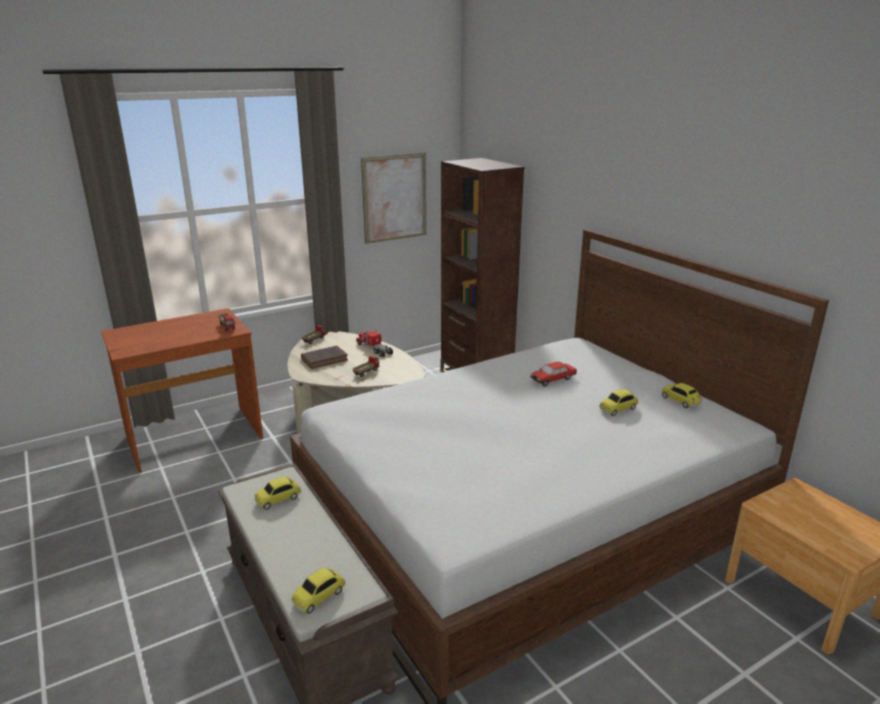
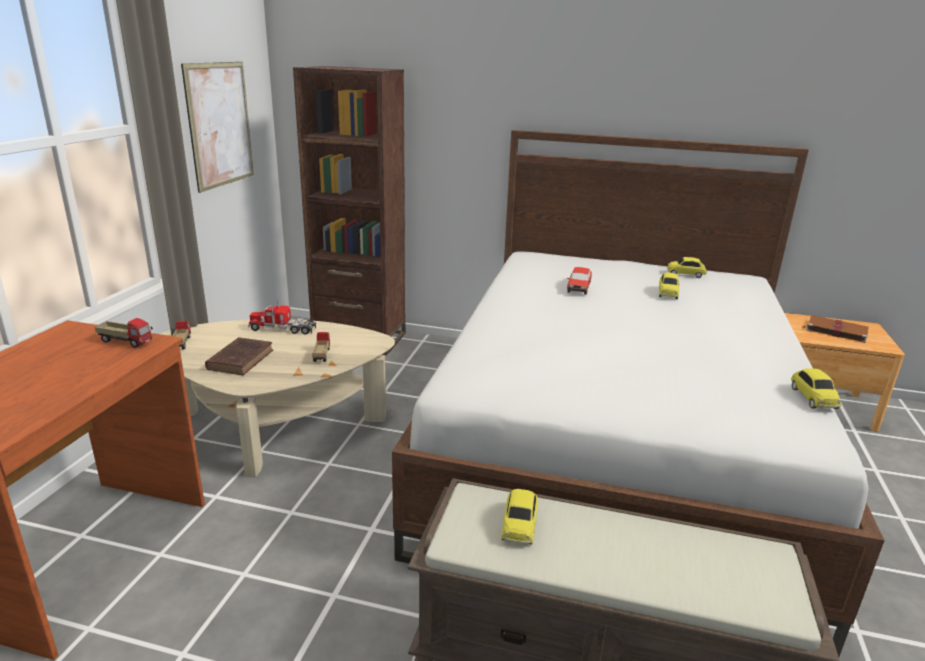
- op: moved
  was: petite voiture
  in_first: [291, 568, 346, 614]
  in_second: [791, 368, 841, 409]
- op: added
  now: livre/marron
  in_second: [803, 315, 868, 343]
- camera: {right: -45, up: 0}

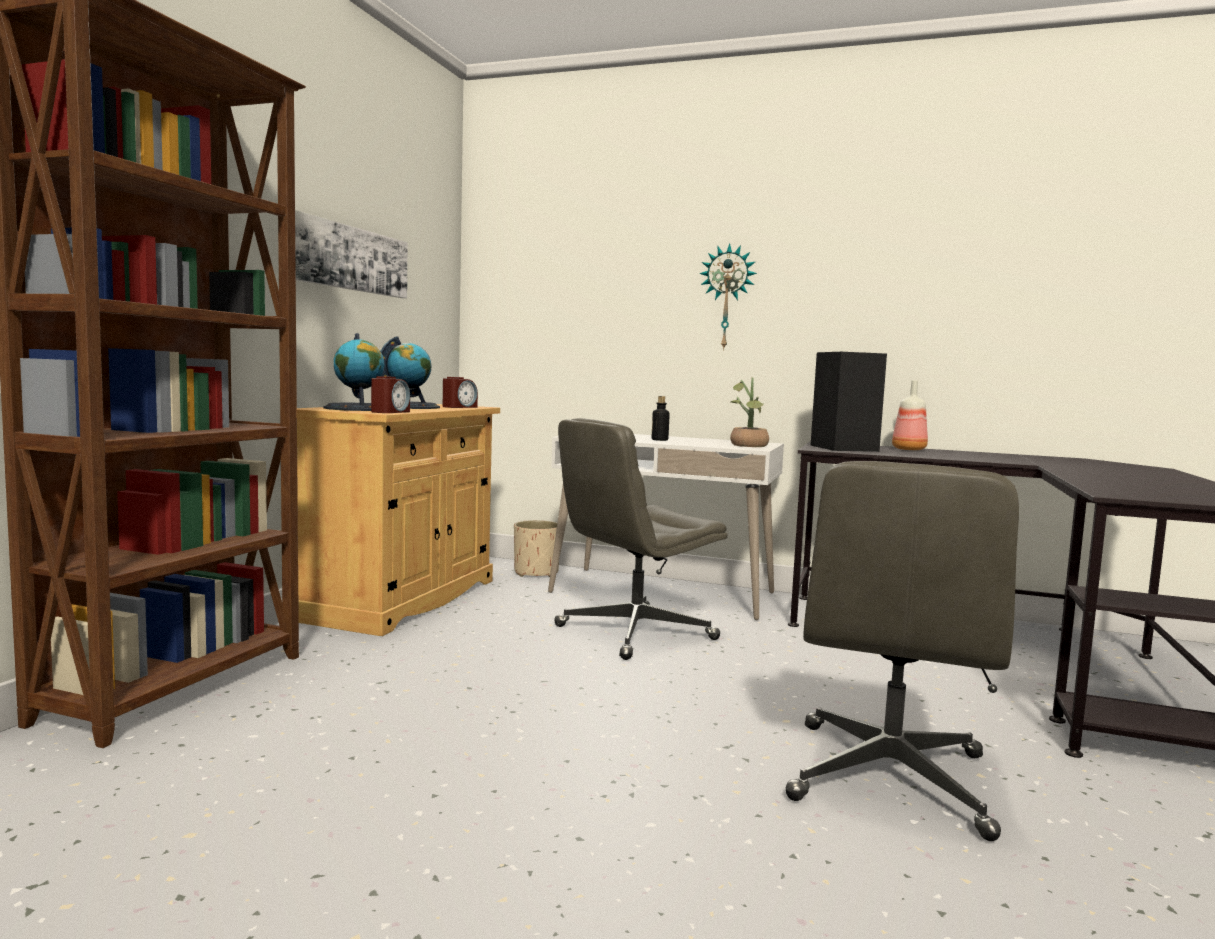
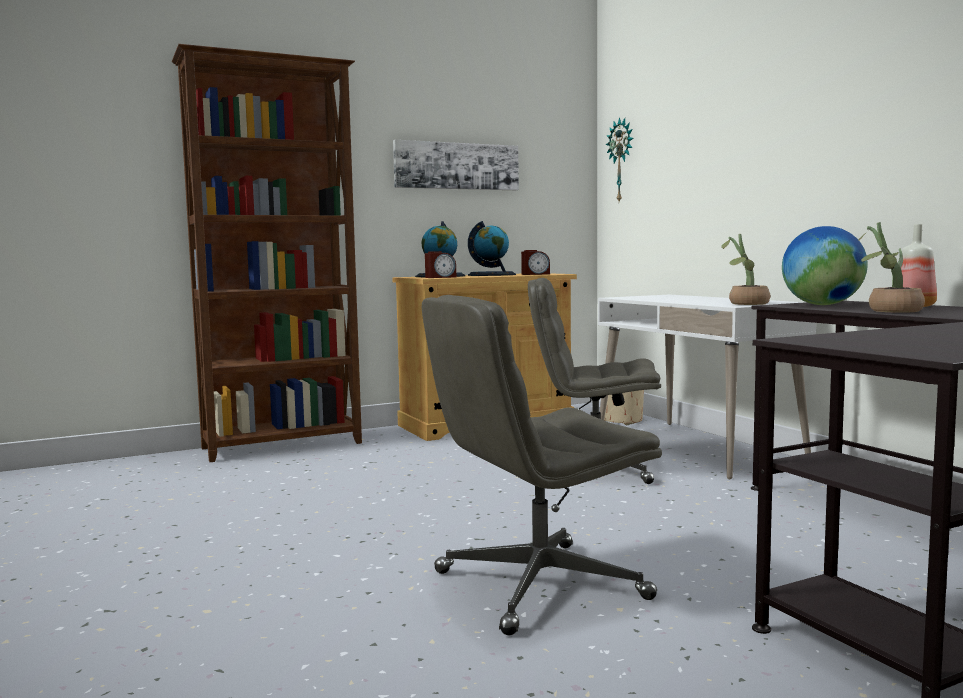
- op: removed
  was: bouteille
  in_first: [652, 396, 670, 441]
- op: moved
  was: horloge murale
  in_first: [699, 243, 757, 350]
  in_second: [606, 117, 634, 202]
- op: replaced
  was: enceinte/noir
  now: globe
  in_first: [811, 352, 887, 452]
  in_second: [782, 226, 868, 305]
- op: added
  now: plante en pot
  in_second: [858, 222, 925, 313]
- camera: {right: 45, up: 0}

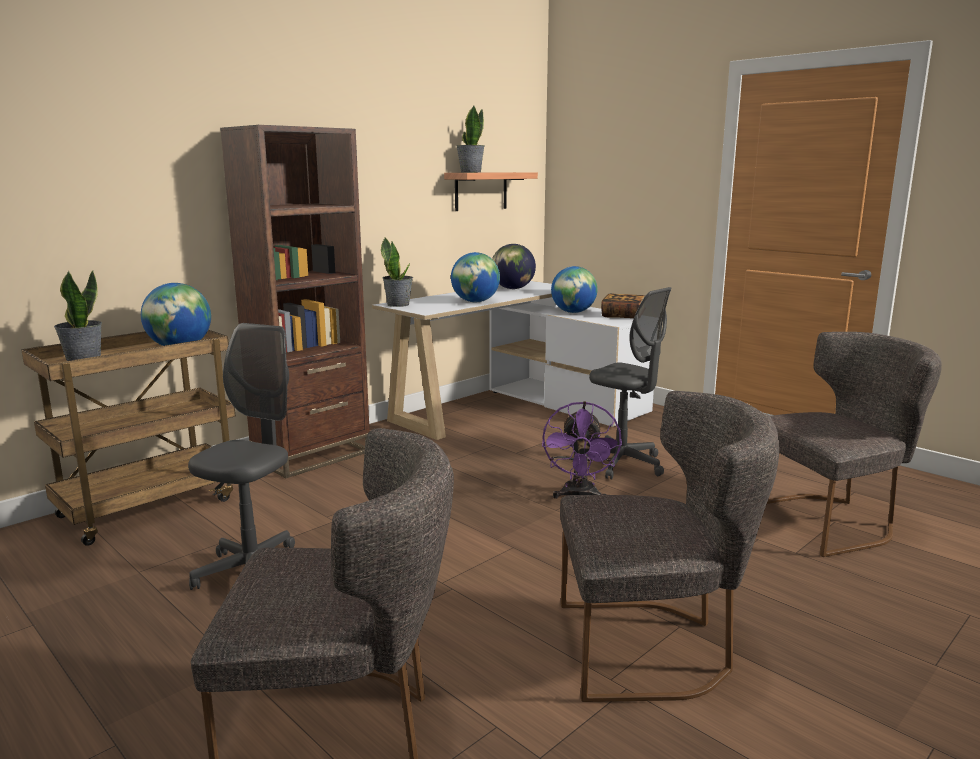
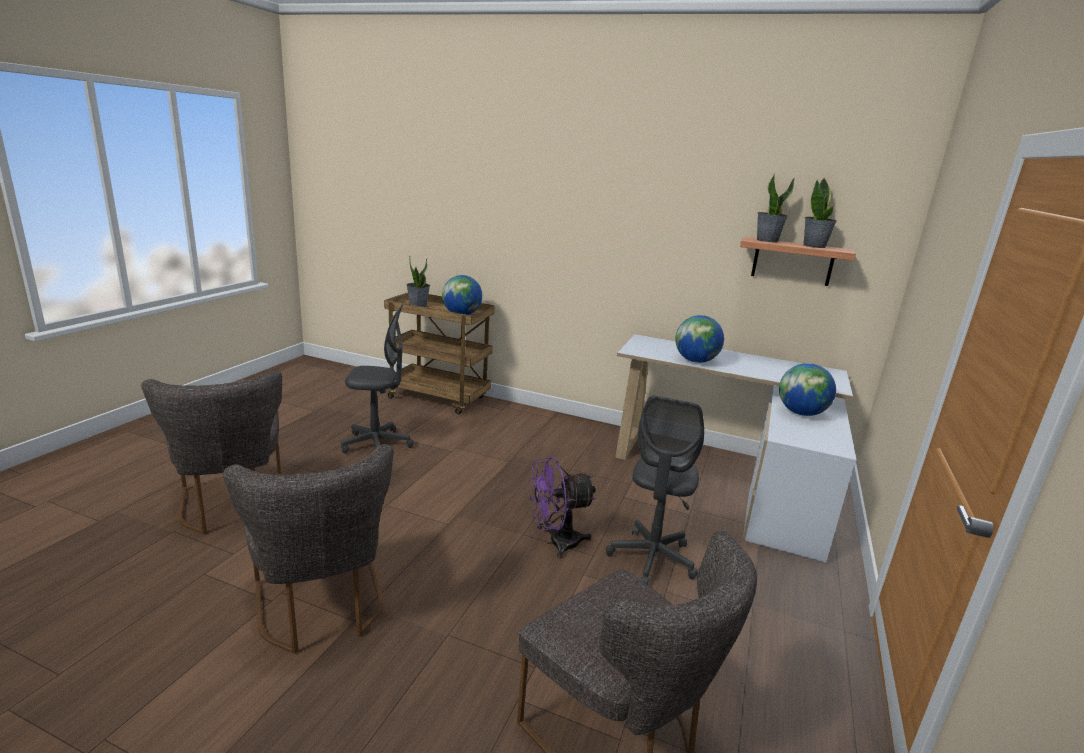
- op: removed
  was: bibliothèque/marron
  in_first: [220, 125, 370, 478]
- op: moved
  was: plante en pot
  in_first: [381, 237, 413, 307]
  in_second: [803, 178, 837, 248]
- op: removed
  was: globe
  in_first: [492, 244, 536, 289]
- op: removed
  was: livre
  in_first: [601, 293, 645, 318]
- camera: {right: 65, up: 5}

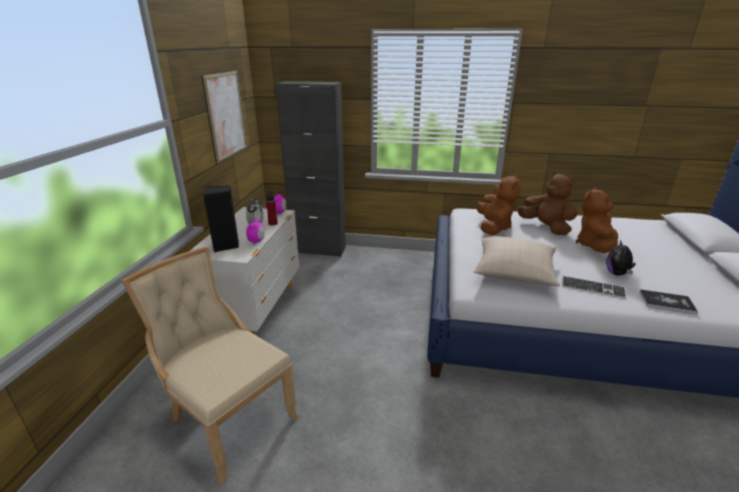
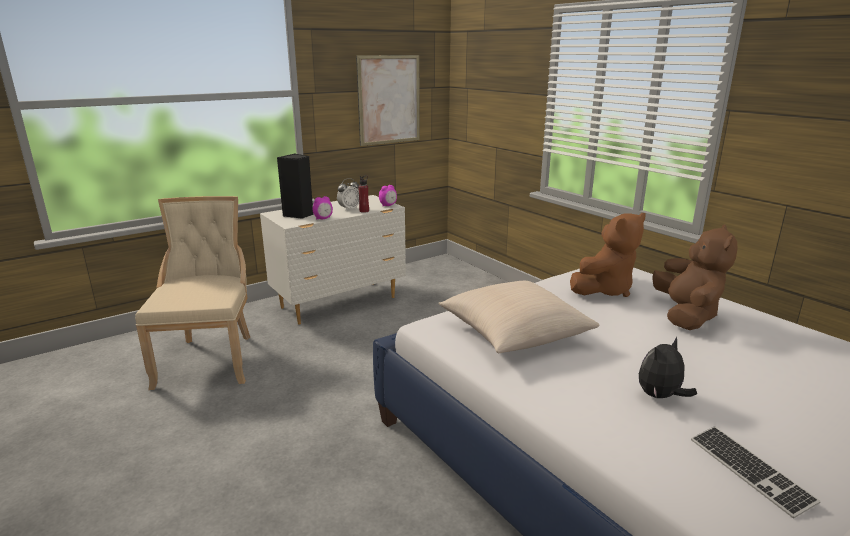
- op: removed
  was: meuble de rangement/noir
  in_first: [276, 81, 346, 257]
- op: moved
  was: clavier
  in_first: [562, 276, 626, 299]
  in_second: [691, 426, 821, 518]
- op: removed
  was: peluche/marron
  in_first: [575, 187, 618, 253]
- op: removed
  was: livre
  in_first: [640, 289, 698, 314]
- camera: {right: 45, up: -5}

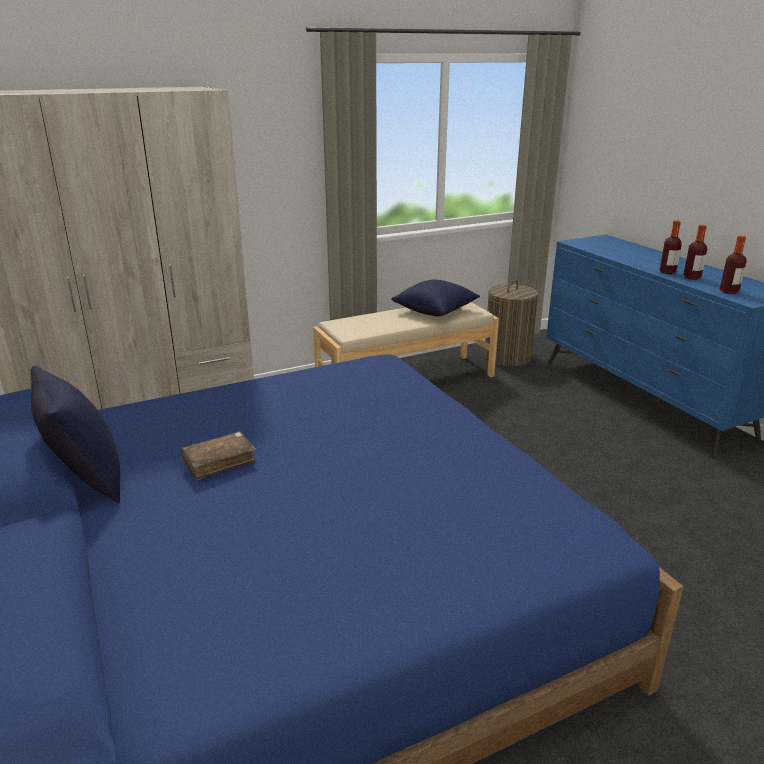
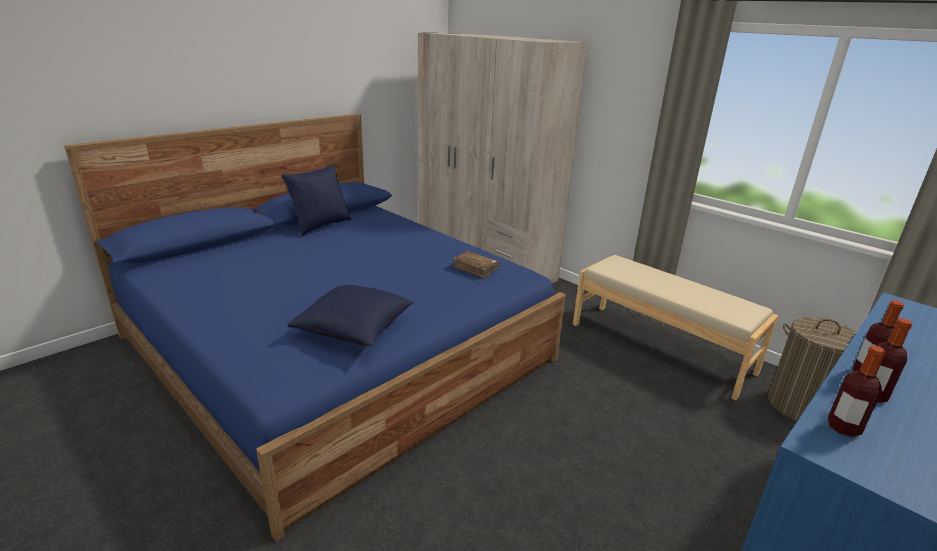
- op: moved
  was: livre/marron
  in_first: [181, 431, 256, 481]
  in_second: [452, 251, 499, 279]
- op: moved
  was: coussin/bleu
  in_first: [391, 280, 480, 316]
  in_second: [287, 285, 414, 346]
- camera: {right: 70, up: 0}

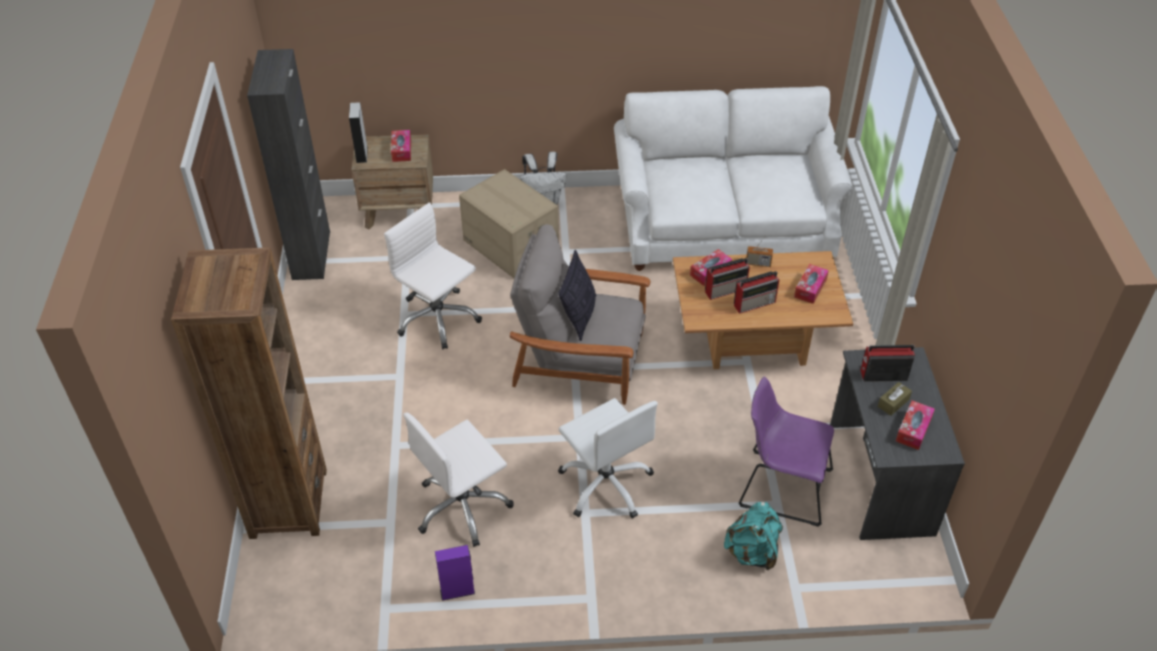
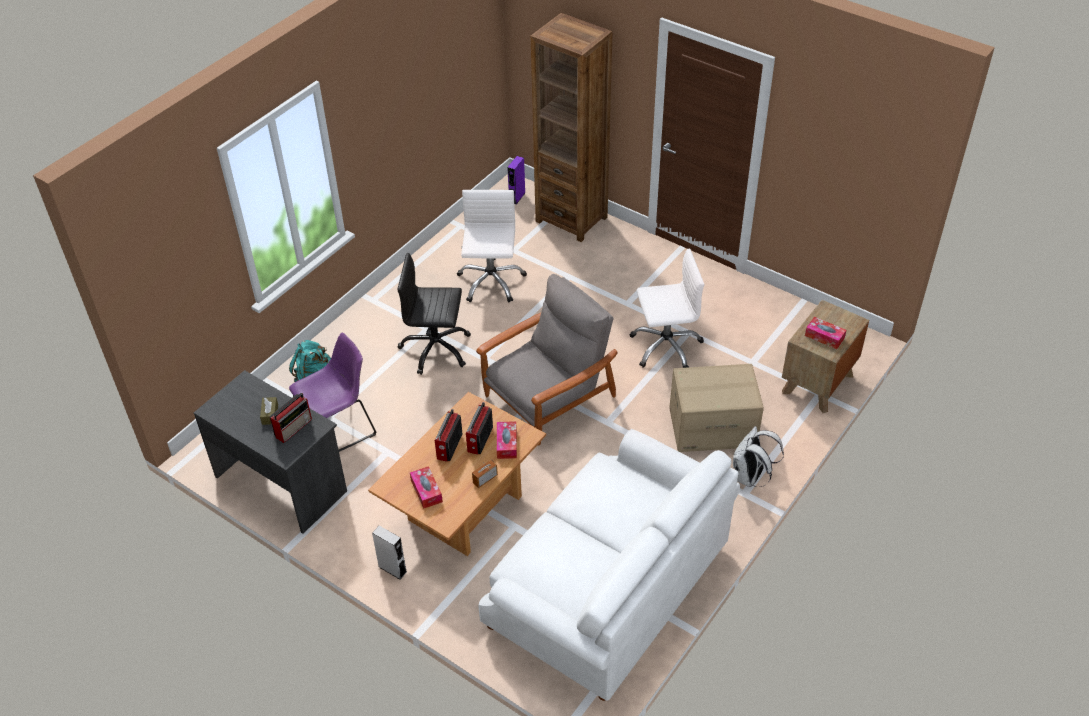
- op: removed
  was: meuble de rangement/noir
  in_first: [247, 49, 330, 280]
- op: moved
  was: enceinte/gris
  in_first: [349, 102, 368, 163]
  in_second: [372, 526, 407, 579]
- op: moved
  was: enceinte/violet
  in_first: [435, 545, 475, 601]
  in_second: [507, 156, 525, 205]
- op: removed
  was: coussin
  in_first: [558, 250, 597, 341]
- op: recoloured
  was: chaise de bureau/blanc
  now: chaise de bureau/noir
  in_first: [558, 398, 658, 518]
  in_second: [397, 253, 471, 375]
- op: removed
  was: boîte à mouchoirs
  in_first: [896, 400, 935, 450]
- camera: {right: 130, up: 0}

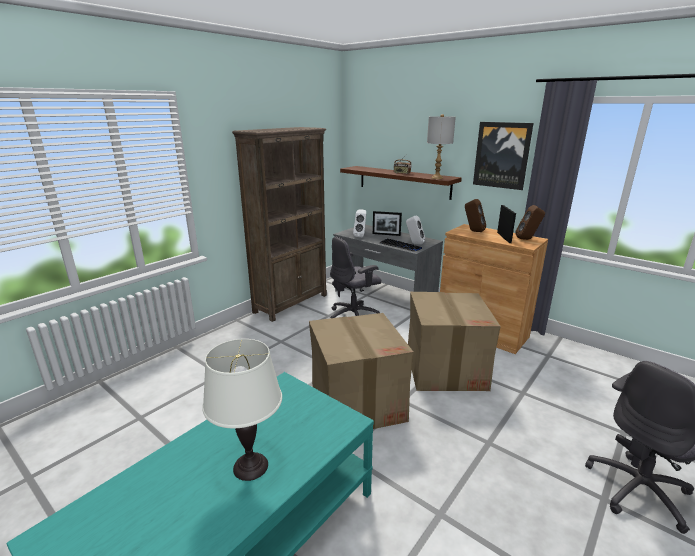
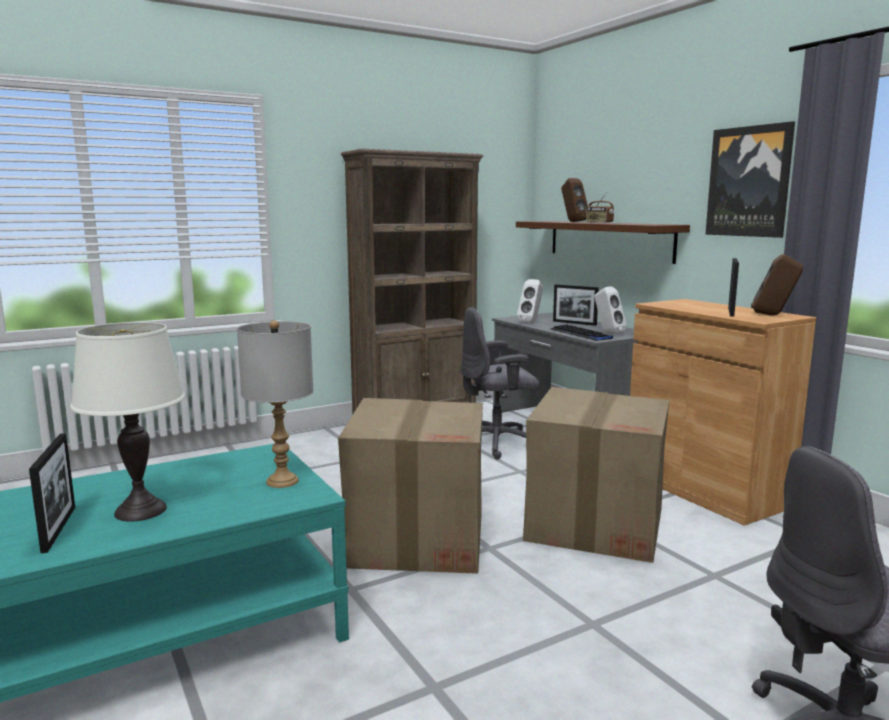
- op: moved
  was: lampe de table/gris
  in_first: [427, 114, 456, 179]
  in_second: [237, 320, 314, 488]
- op: moved
  was: enceinte/marron
  in_first: [465, 199, 486, 232]
  in_second: [561, 178, 588, 222]
- op: added
  now: cadre photo
  in_second: [29, 433, 75, 553]
- camera: {right: 20, up: -10}

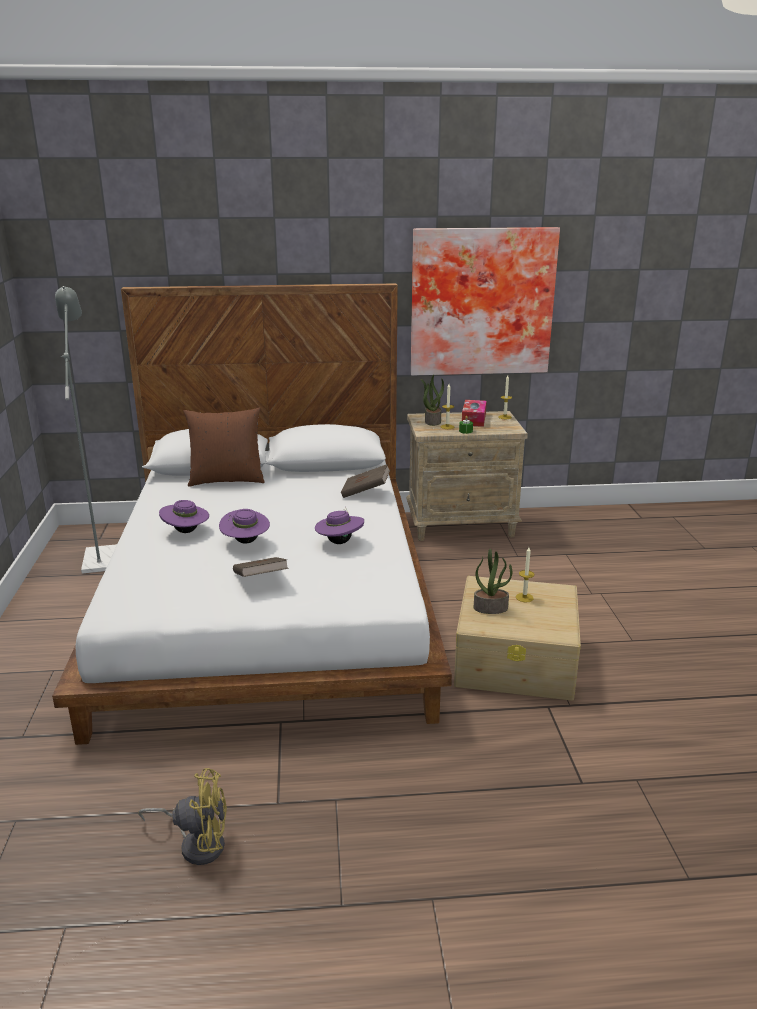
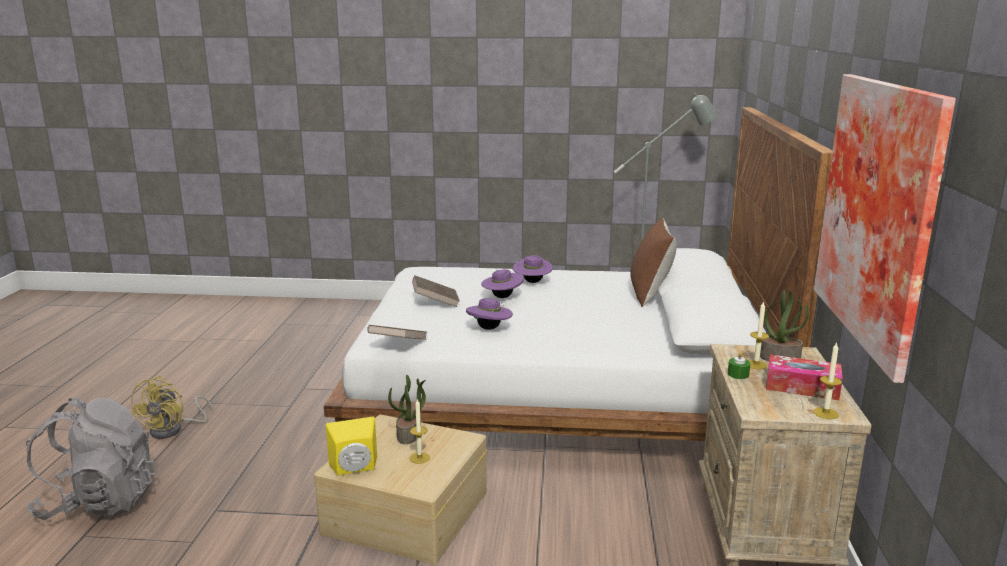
- op: moved
  was: ventilateur/jaune
  in_first: [138, 768, 227, 865]
  in_second: [131, 376, 213, 439]
- op: moved
  was: livre/marron
  in_first: [341, 464, 390, 498]
  in_second: [367, 325, 427, 340]
- op: added
  now: sac à dos/gris
  in_second: [26, 398, 157, 520]
- op: added
  now: enceinte/jaune
  in_second: [326, 417, 377, 476]
- camera: {right: 100, up: -5}

